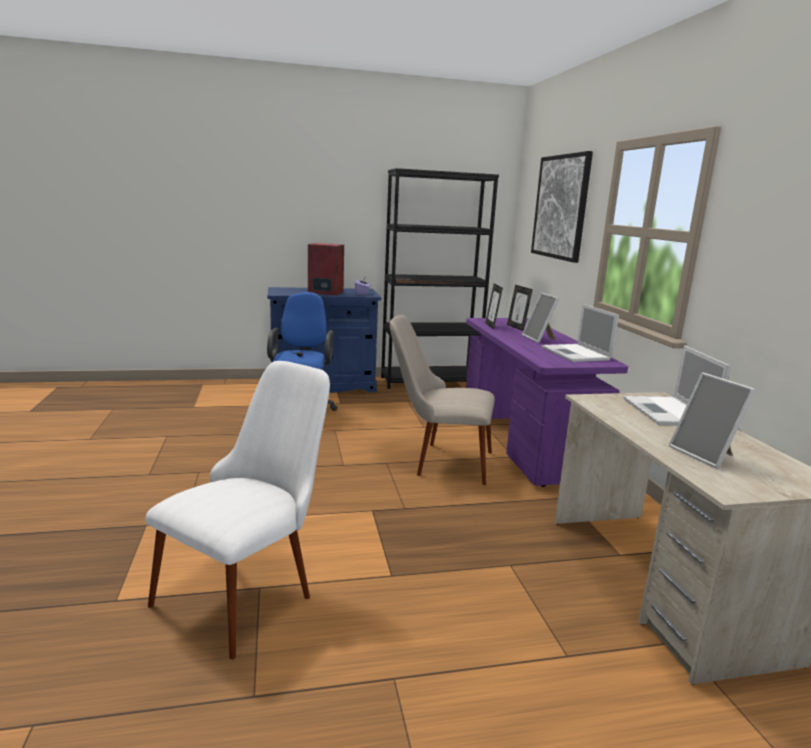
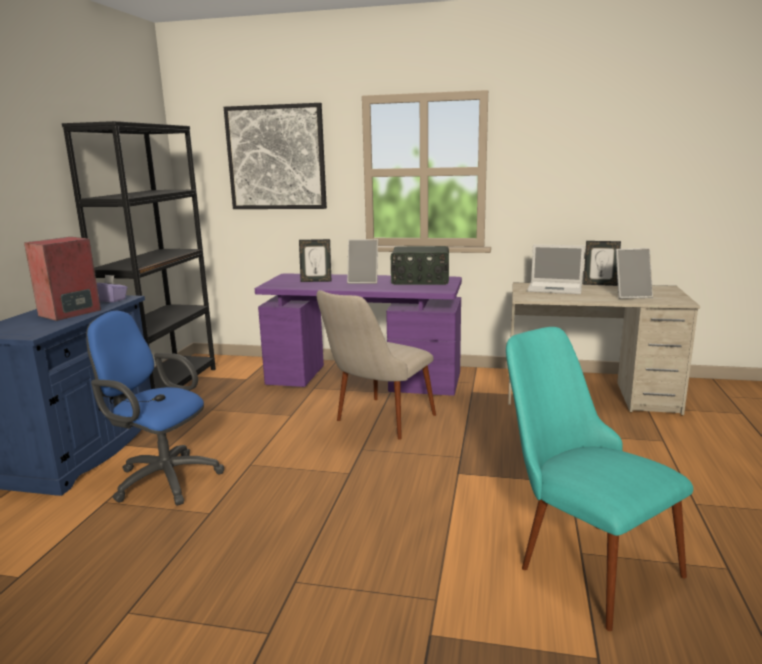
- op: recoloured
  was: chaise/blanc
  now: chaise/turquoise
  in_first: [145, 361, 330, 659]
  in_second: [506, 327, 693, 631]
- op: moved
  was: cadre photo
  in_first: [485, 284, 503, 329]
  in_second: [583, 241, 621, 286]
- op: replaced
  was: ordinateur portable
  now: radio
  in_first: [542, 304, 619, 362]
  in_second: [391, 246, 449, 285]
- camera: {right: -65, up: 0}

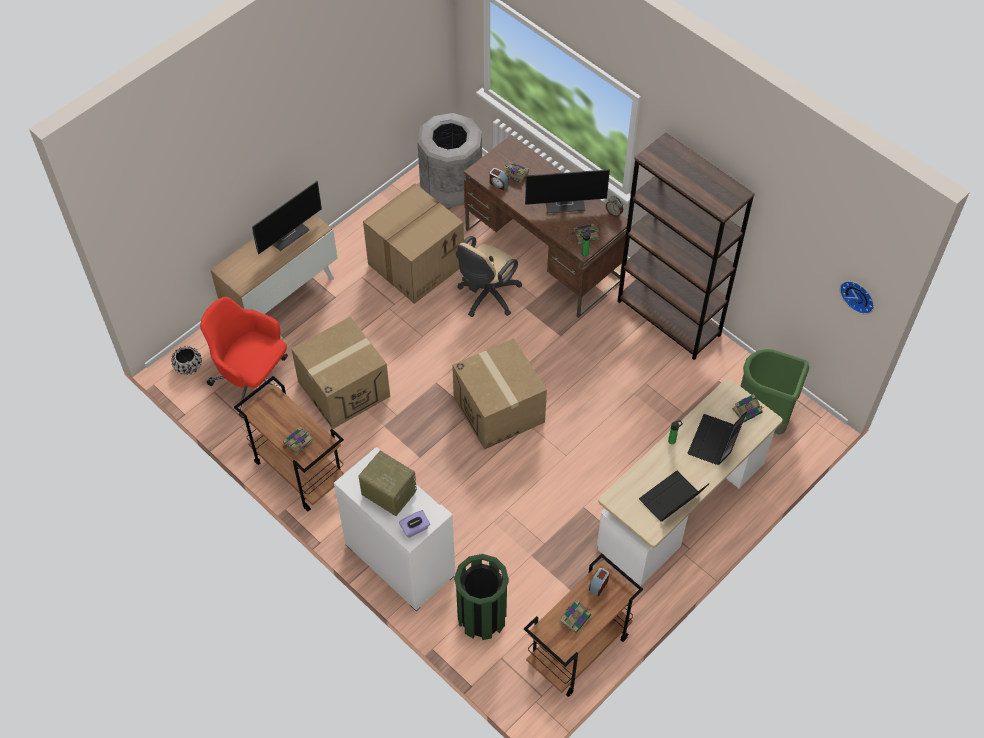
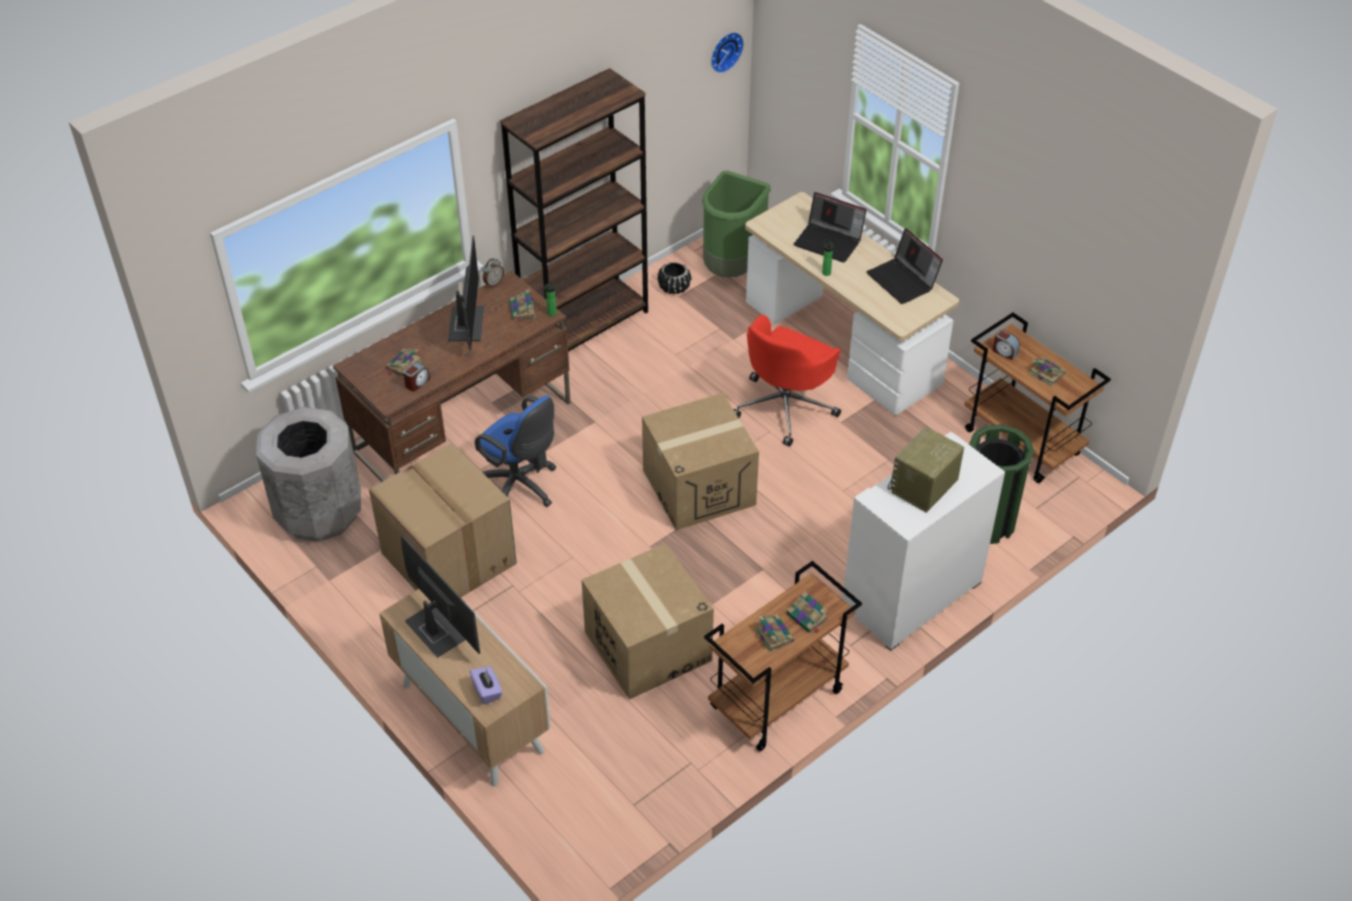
- op: moved
  was: cache-pot/noir
  in_first: [171, 346, 202, 375]
  in_second: [658, 262, 691, 294]
- op: moved
  was: chaise de bureau/rouge
  in_first: [200, 297, 288, 418]
  in_second: [734, 314, 841, 447]
- op: moved
  was: boîte à mouchoirs/violet
  in_first: [399, 510, 430, 538]
  in_second: [470, 666, 502, 704]
- op: recoloured
  was: chaise de bureau/beige
  now: chaise de bureau/bleu
  in_first: [456, 236, 522, 317]
  in_second: [475, 395, 556, 507]
- op: moved
  was: livre
  in_first: [732, 394, 763, 423]
  in_second: [755, 615, 794, 652]
- camera: {right: -85, up: -10}

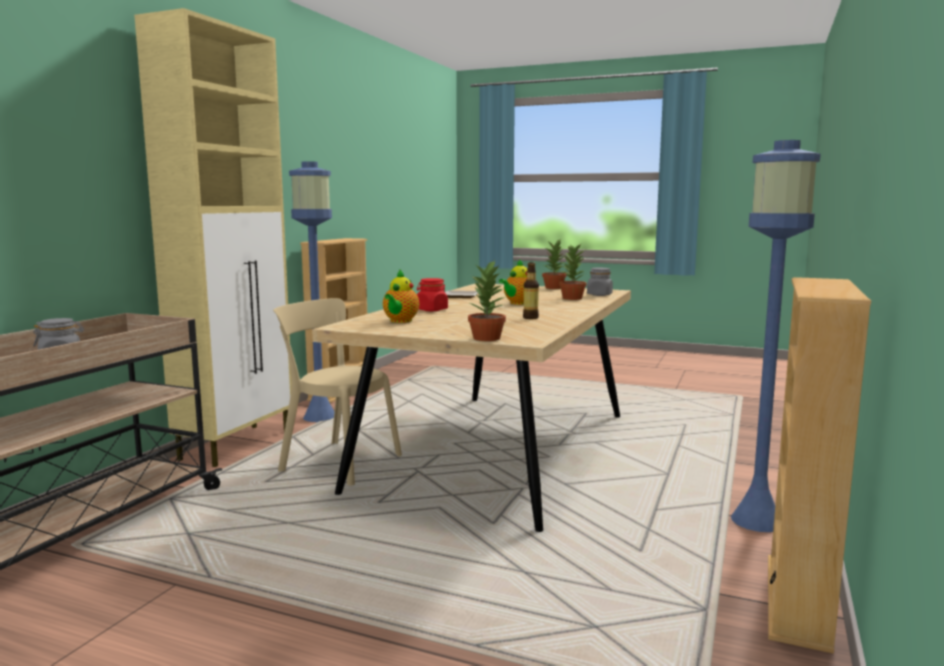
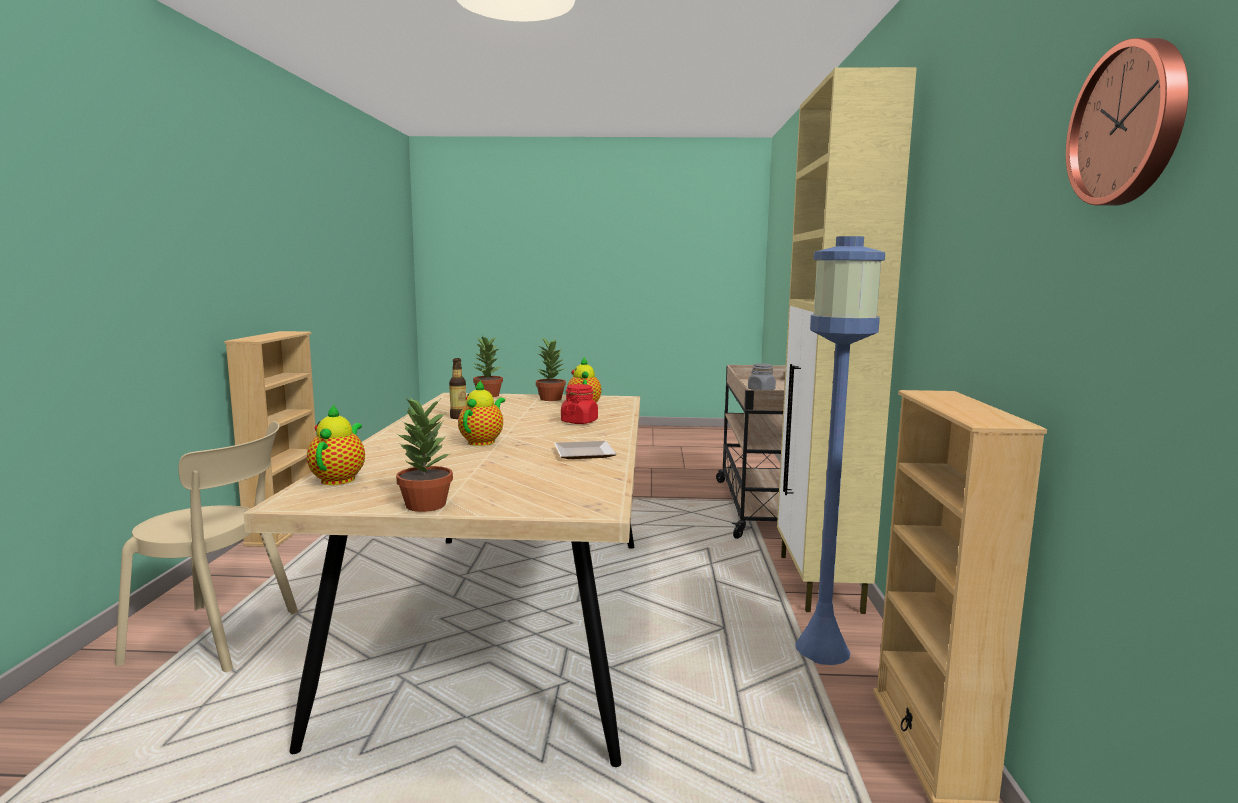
- op: moved
  was: chaise/beige
  in_first: [273, 298, 402, 486]
  in_second: [115, 421, 298, 672]
- op: moved
  was: plante en pot
  in_first: [559, 244, 586, 300]
  in_second: [536, 337, 567, 401]
- op: replaced
  was: bocal/gris
  now: théière
  in_first: [587, 268, 613, 296]
  in_second: [307, 404, 365, 485]
- op: removed
  was: lampadaire/bleu
  in_first: [731, 140, 821, 532]
- op: added
  now: horloge murale
  in_second: [1066, 38, 1189, 206]
- camera: {right: 160, up: 0}

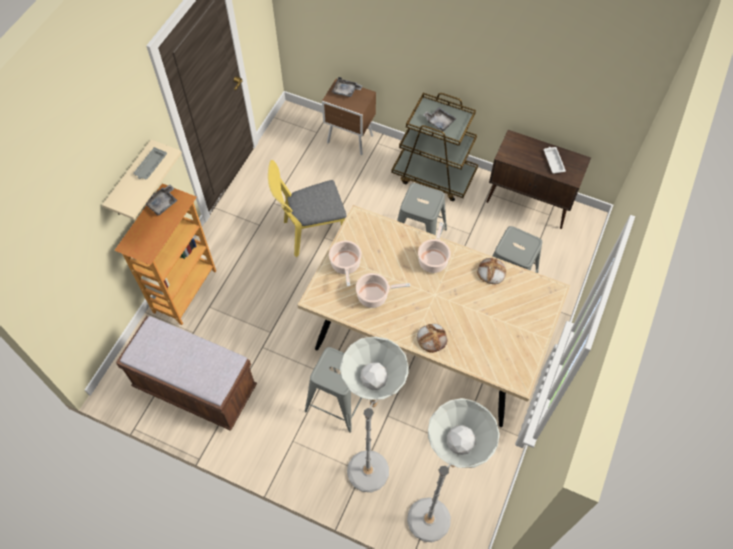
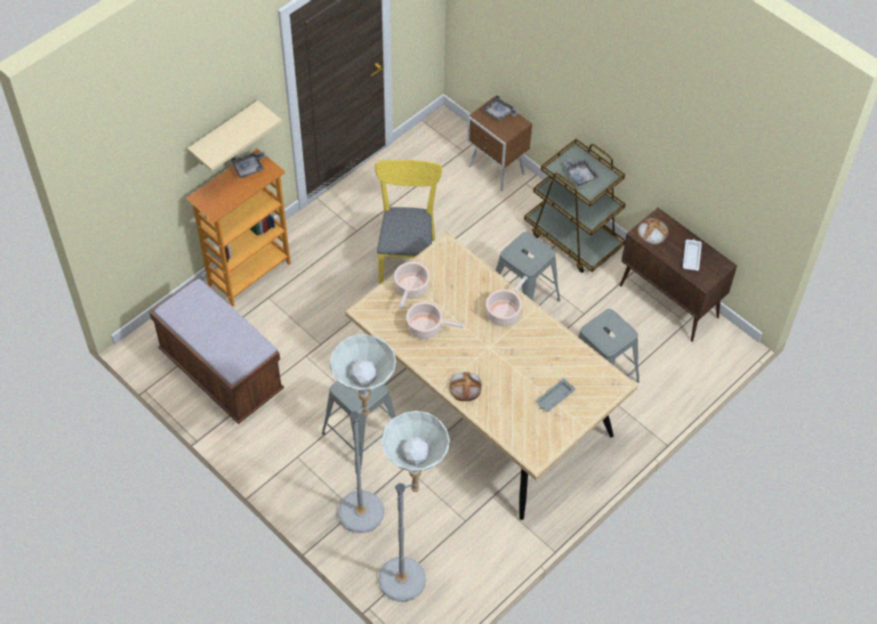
- op: moved
  was: plateau/gris
  in_first: [133, 147, 167, 179]
  in_second: [536, 378, 575, 412]
- op: turned
  was: chaise/jaune
  in_first: [268, 160, 347, 257]
  in_second: [375, 160, 442, 285]
  clockwise: 90
- op: moved
  was: pain
  in_first: [477, 258, 506, 284]
  in_second: [637, 218, 668, 245]
- camera: {right: 20, up: -5}

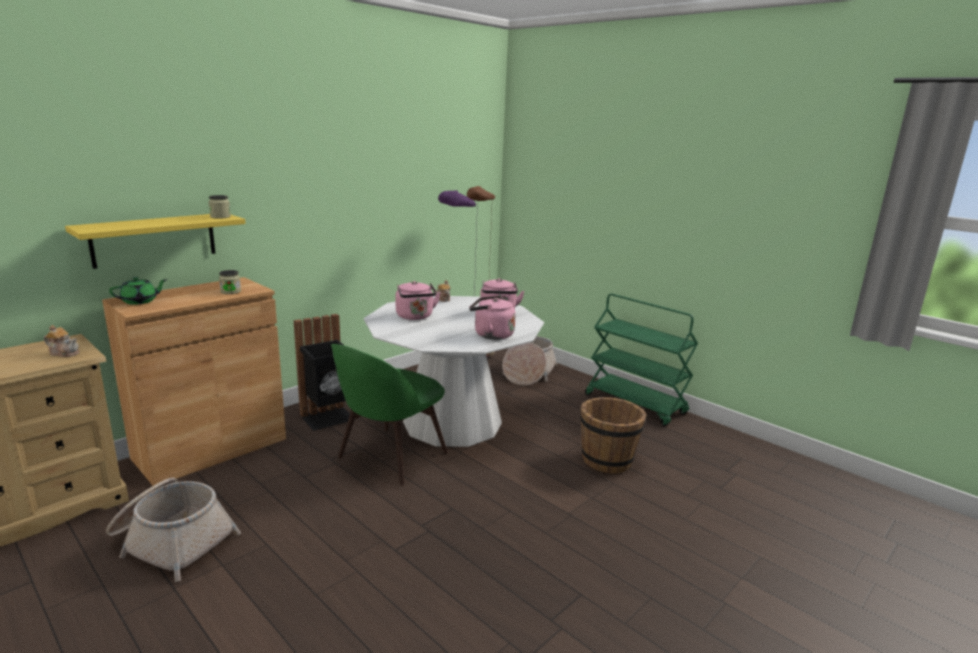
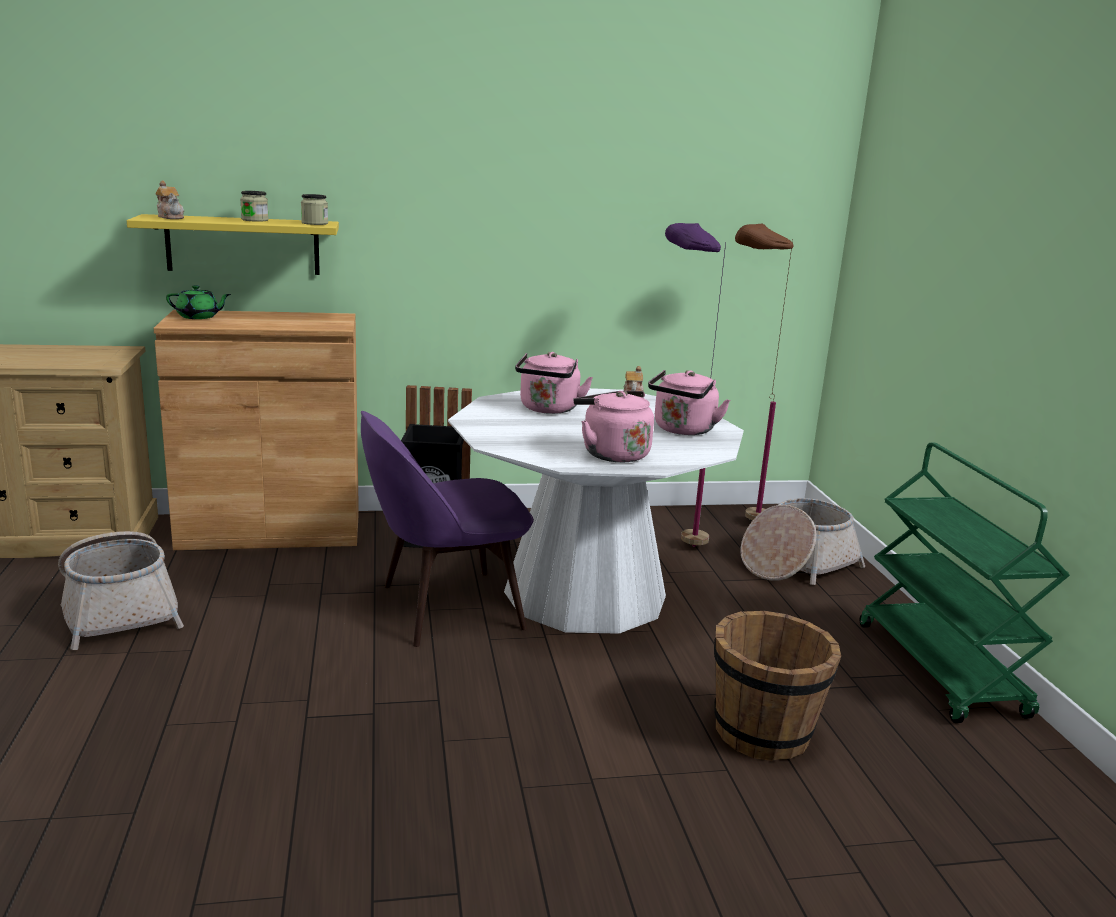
- op: moved
  was: théière
  in_first: [44, 325, 80, 357]
  in_second: [155, 180, 184, 219]
- op: moved
  was: bocal
  in_first: [219, 270, 241, 294]
  in_second: [240, 191, 269, 222]
- op: recoloured
  was: chaise/vert
  now: chaise/violet
  in_first: [331, 344, 448, 485]
  in_second: [361, 411, 534, 647]
- camera: {right: 35, up: 0}

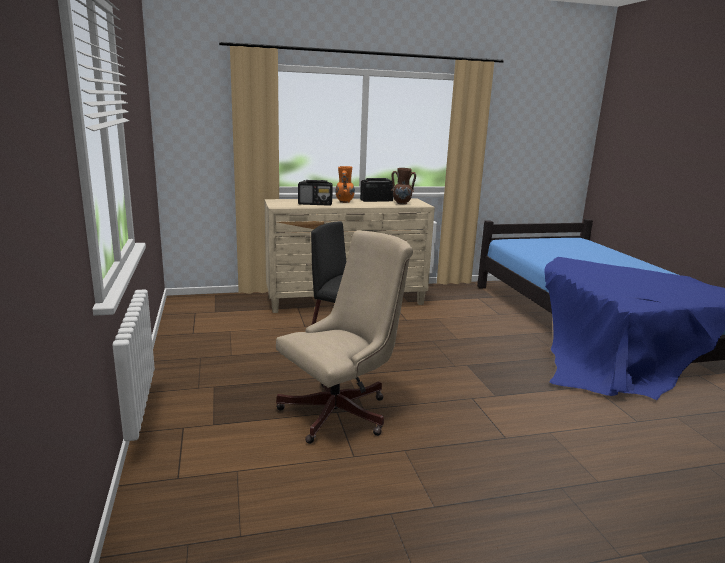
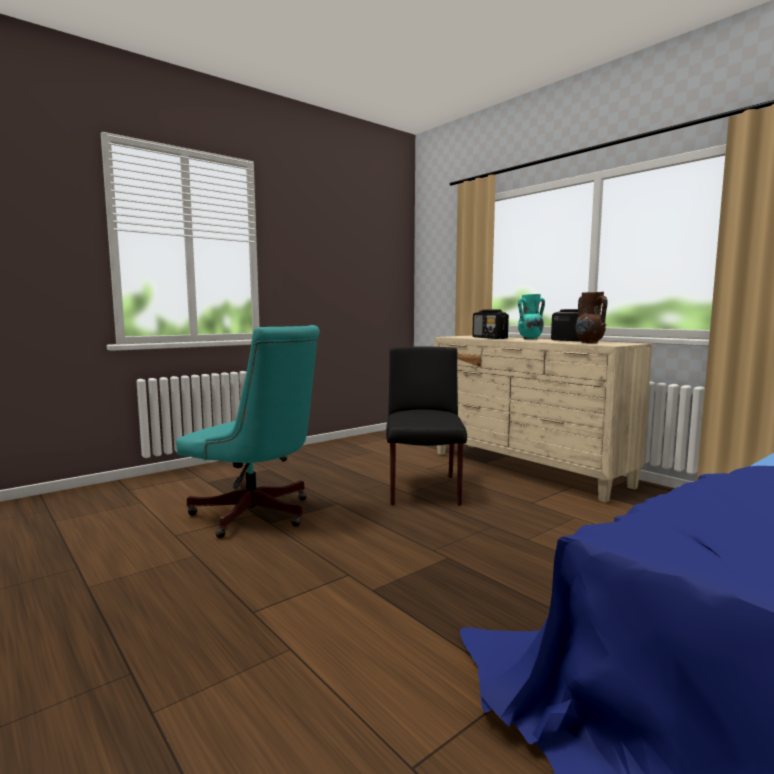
- op: recoloured
  was: chaise de bureau/beige
  now: chaise de bureau/turquoise
  in_first: [276, 230, 413, 444]
  in_second: [176, 325, 320, 538]
- op: recoloured
  was: vase/orange
  now: vase/turquoise
  in_first: [335, 166, 355, 203]
  in_second: [518, 294, 545, 339]
- camera: {right: 65, up: -10}

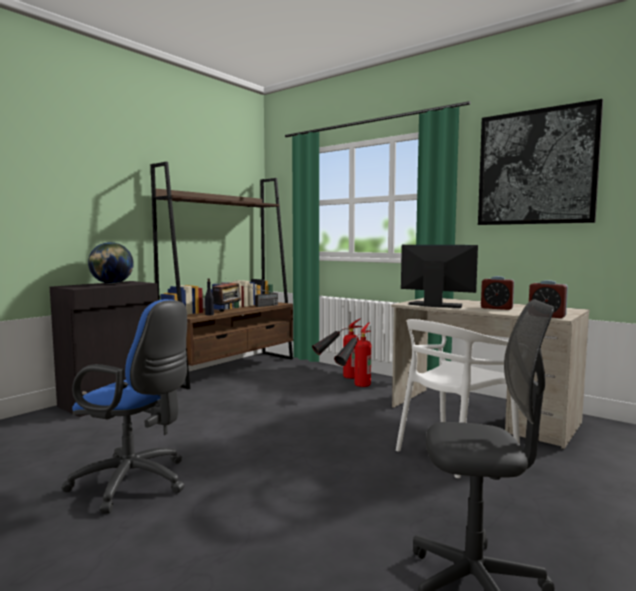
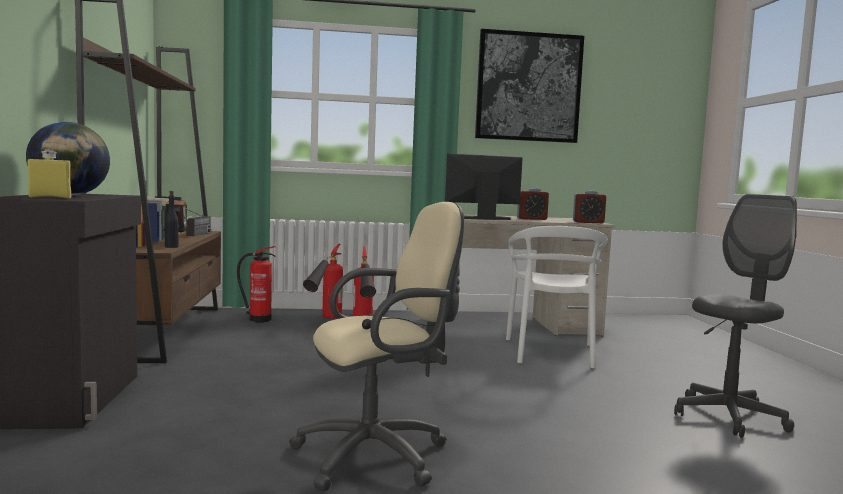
- op: recoloured
  was: chaise de bureau/bleu
  now: chaise de bureau/beige
  in_first: [61, 299, 187, 514]
  in_second: [289, 202, 464, 491]
- op: added
  now: bouteille/jaune
  in_second: [27, 149, 71, 198]
- op: added
  now: extincteur
  in_second: [237, 246, 276, 323]
- camera: {right: -45, up: 0}

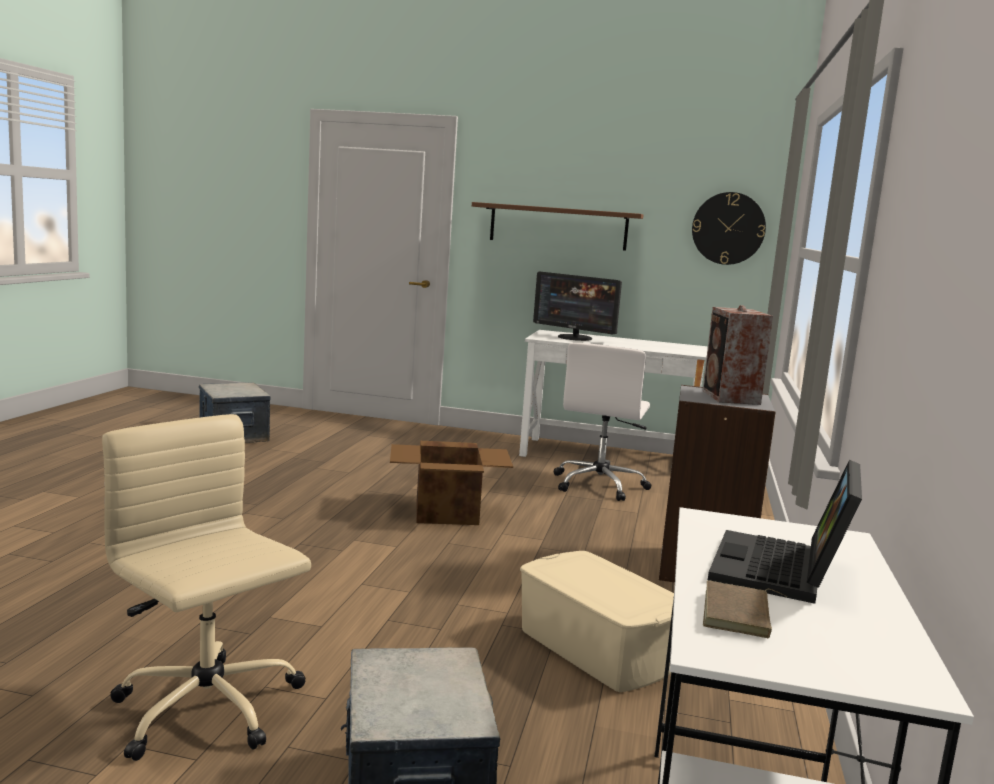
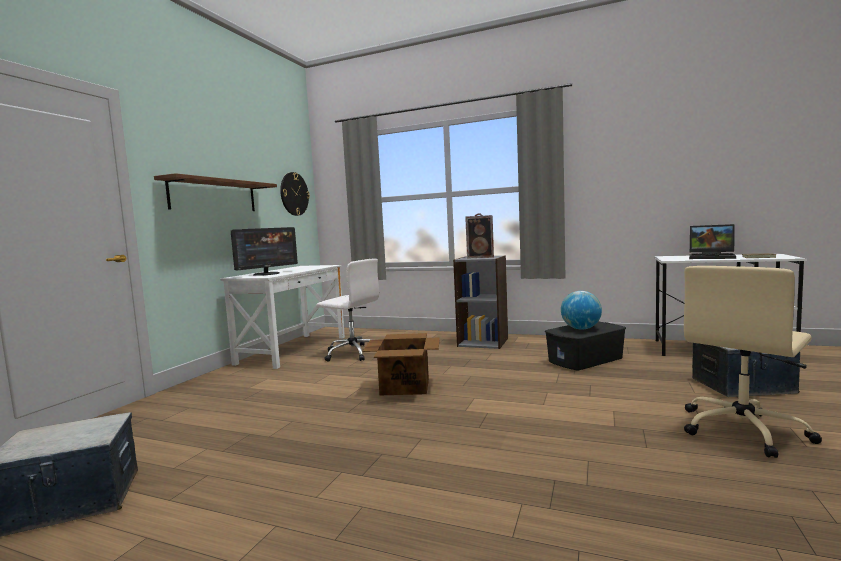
- op: recoloured
  was: boîte de rangement/beige
  now: boîte de rangement/noir
  in_first: [520, 551, 674, 692]
  in_second: [545, 321, 626, 371]
- op: added
  now: globe
  in_second: [561, 291, 602, 330]
- camera: {right: -80, up: -5}

